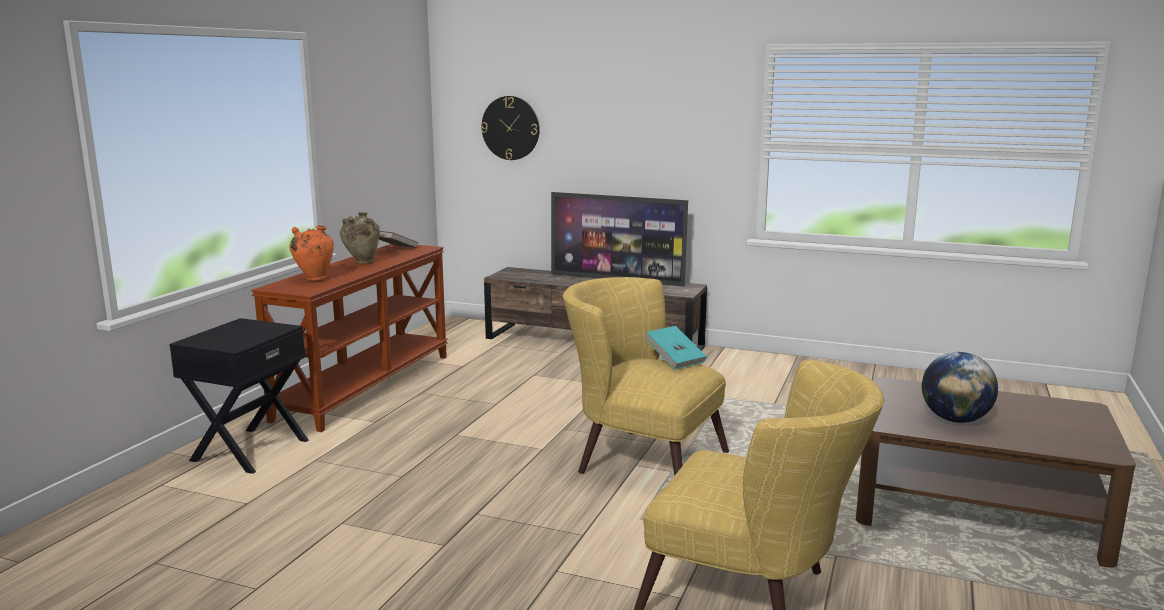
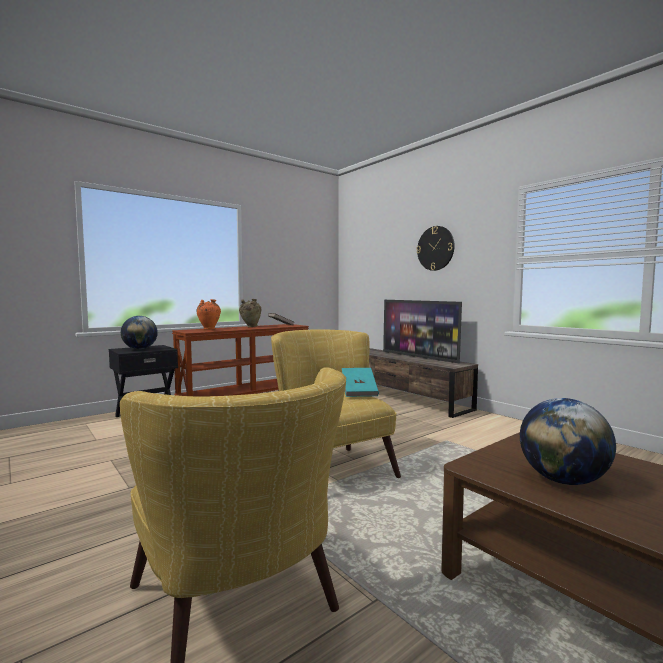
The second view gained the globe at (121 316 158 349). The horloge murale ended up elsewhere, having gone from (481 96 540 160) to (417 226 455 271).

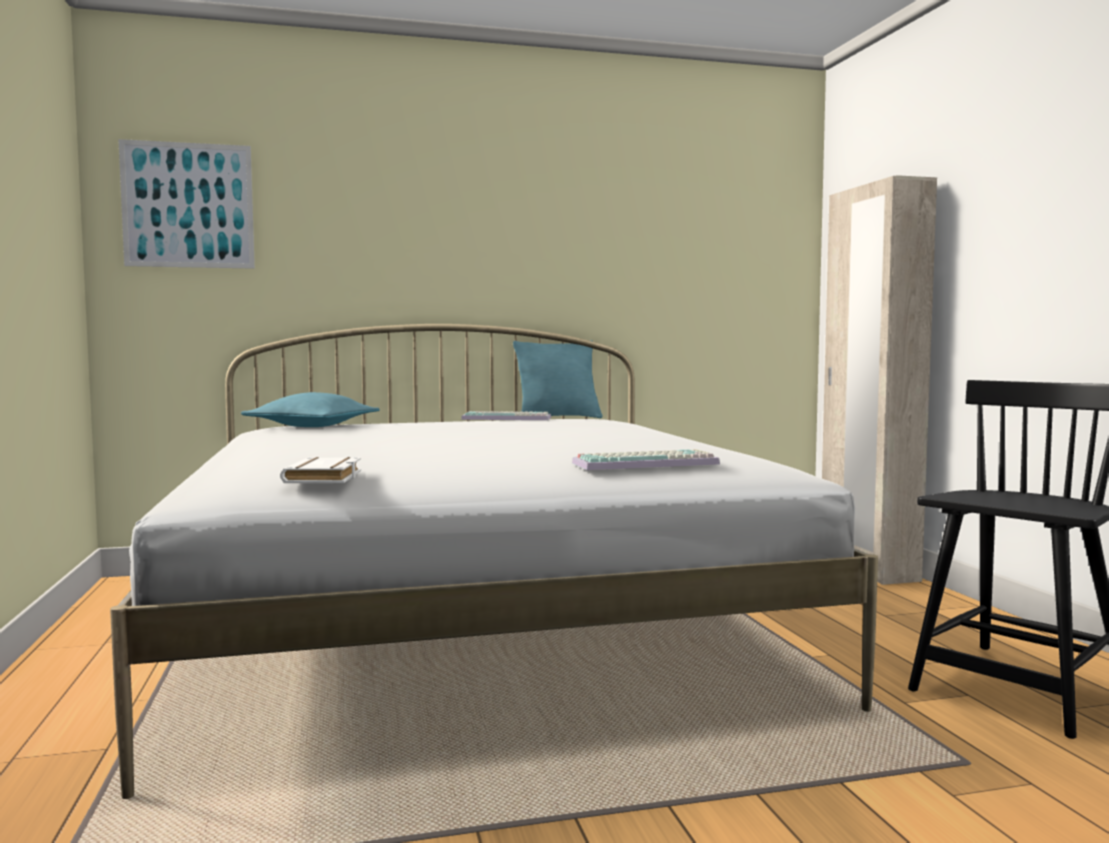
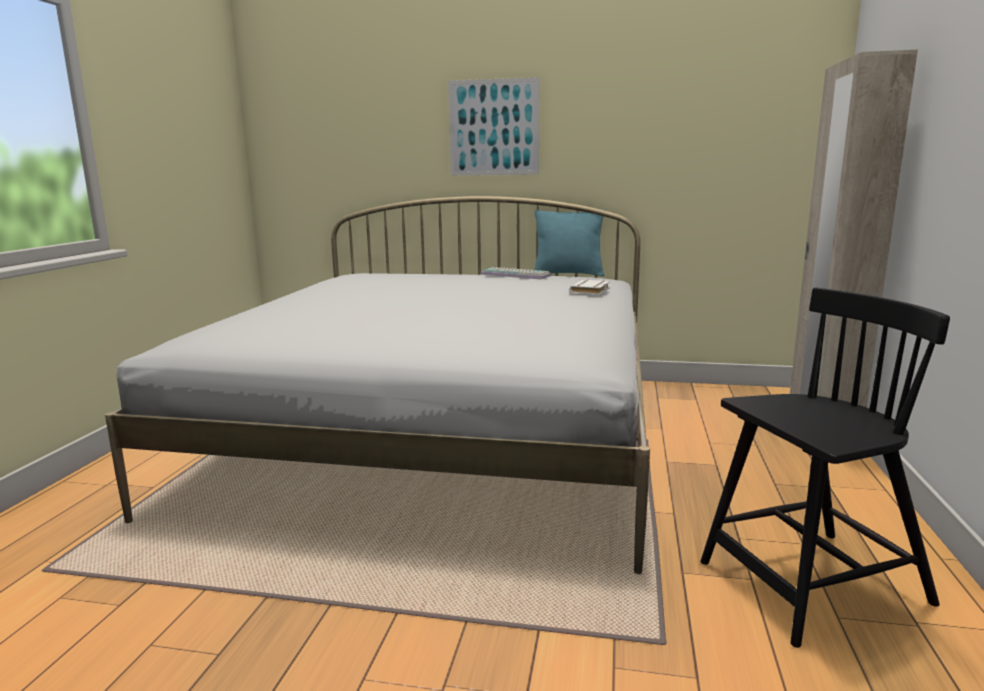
The second view lost the coussin [turquoise] at (241 392 380 427). The second view lost the clavier at (572 449 720 470). The tableau ended up elsewhere, having gone from (118 139 255 269) to (448 77 539 175). The livre [blanc] ended up elsewhere, having gone from (280 457 361 483) to (569 280 611 295).

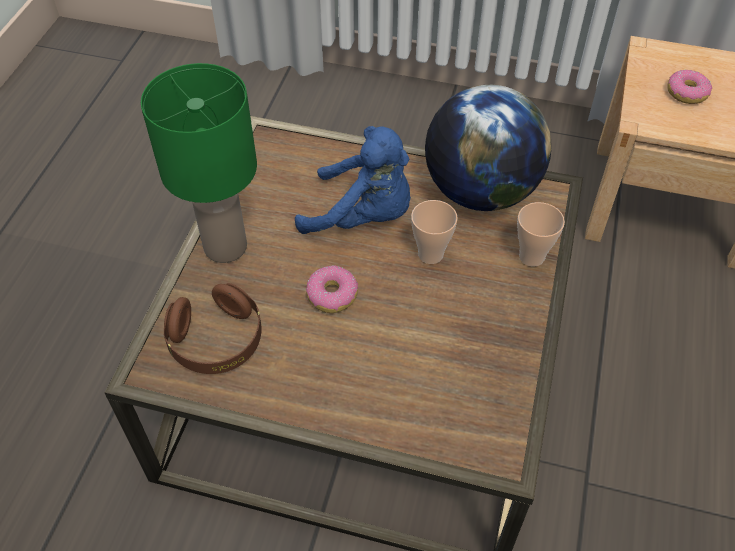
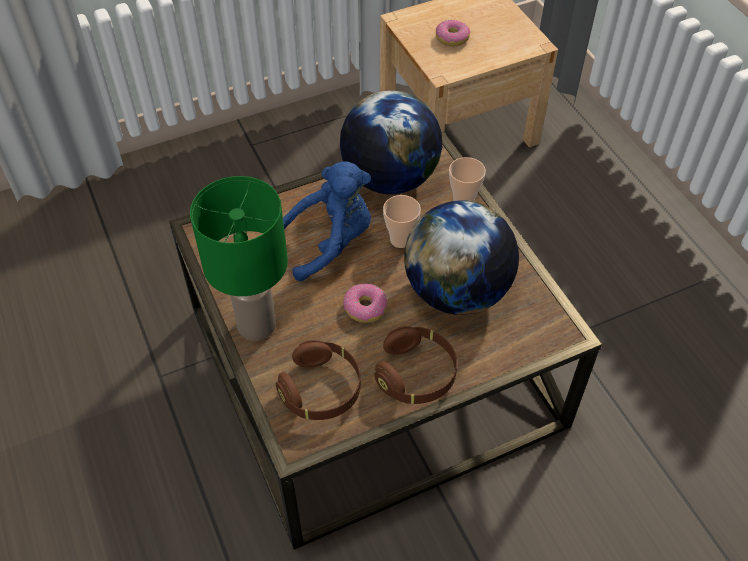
The second view gained the casque audio [marron] at (374 326 457 404). The second view gained the globe at (404 200 519 315).

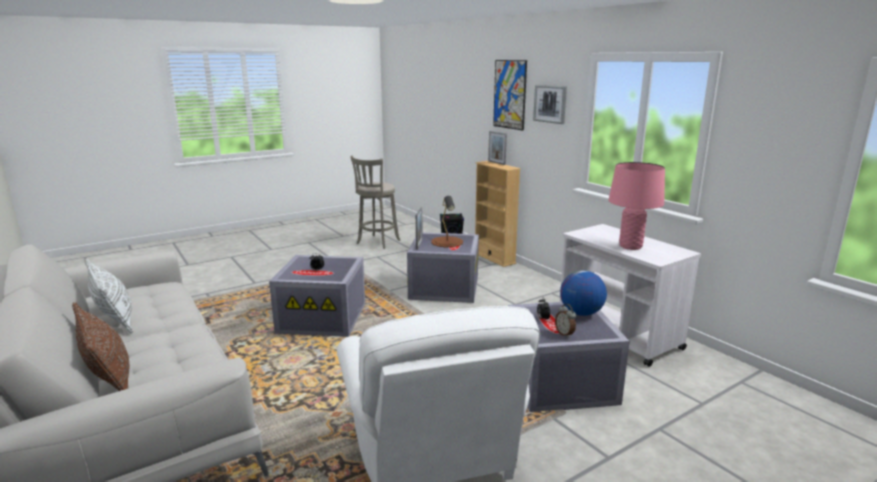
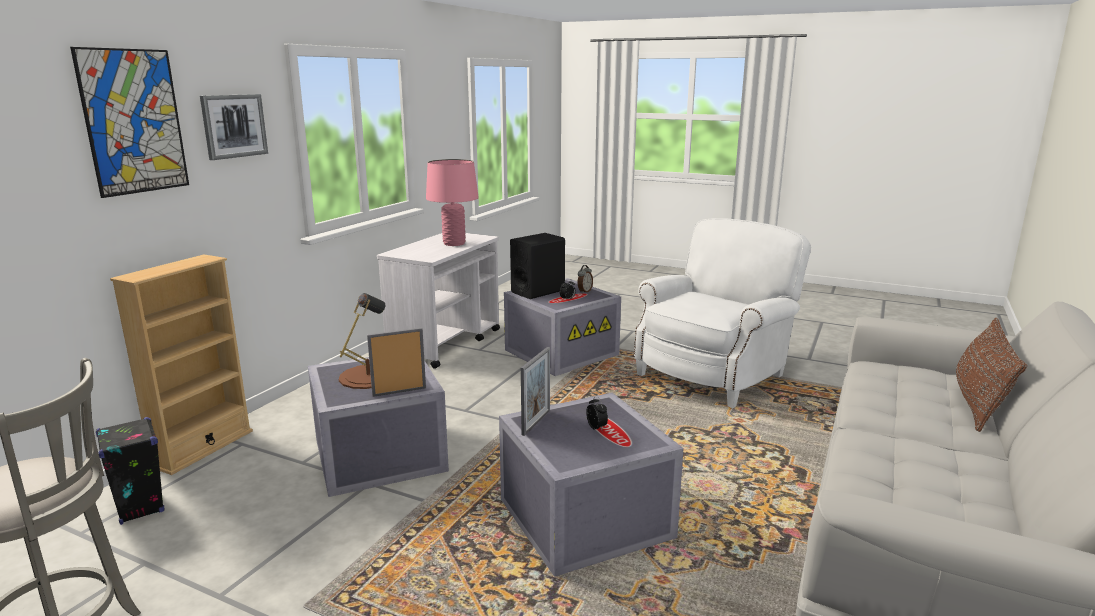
The second view lost the coussin [blanc] at (85 258 133 334). The cadre photo ended up elsewhere, having gone from (488 131 507 165) to (521 347 550 436). Where the globe stood at (560 270 607 316), the enceinte [noir] came to stand at (510 233 565 299).

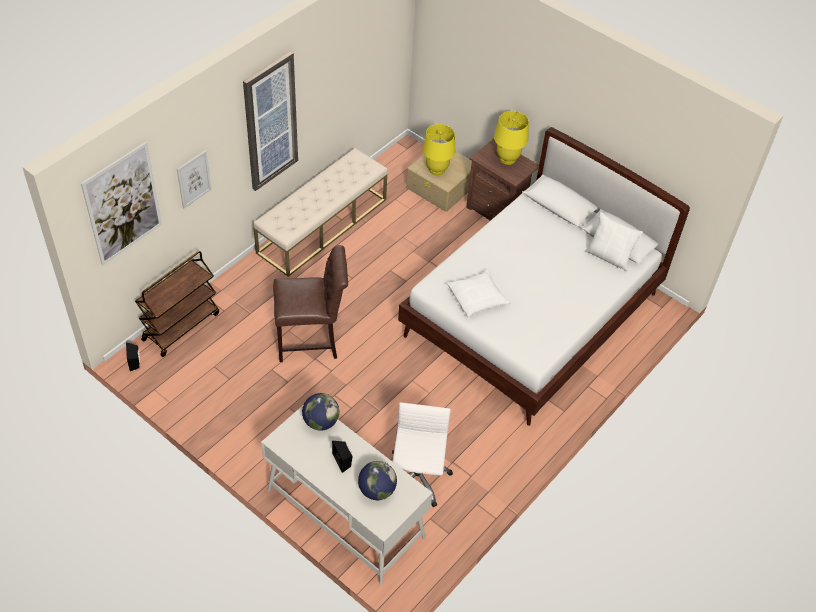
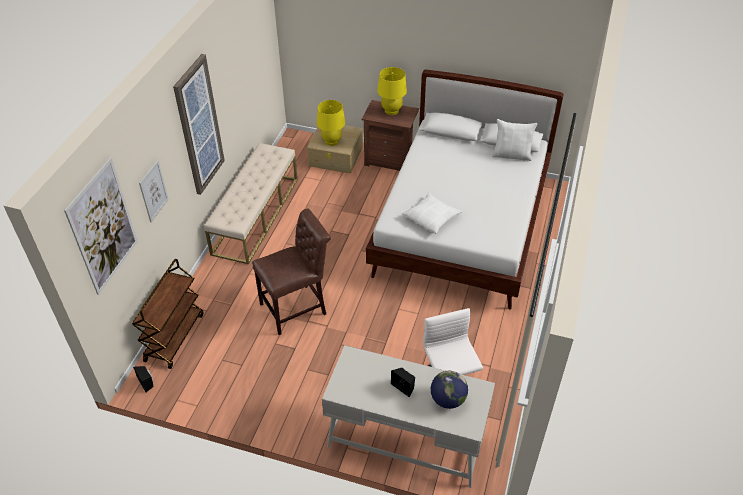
The second view lost the globe at (302 393 339 431).

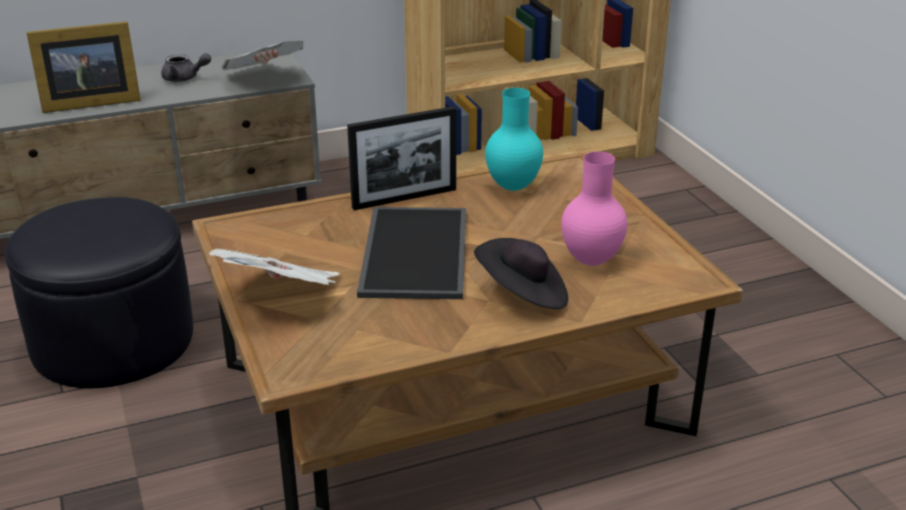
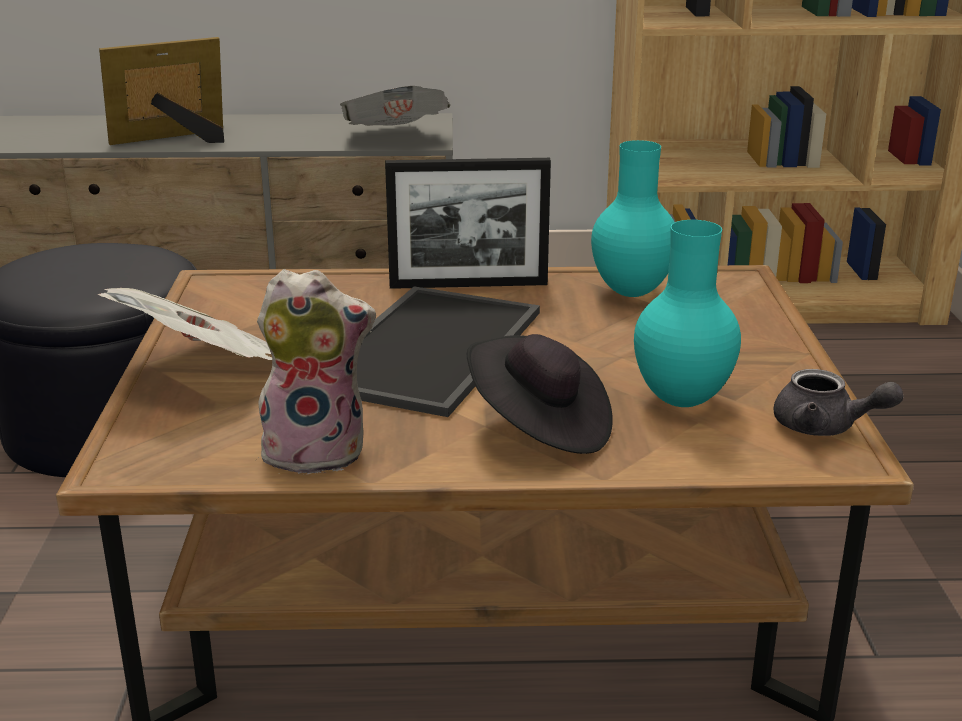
The second view gained the peluche at (257 269 376 475). The théière [gris] ended up elsewhere, having gone from (161 53 211 82) to (774 369 904 436). What was the vase [rose] at (561 151 627 266) turned into the vase [turquoise] at (634 220 741 407). The cadre photo at (26 21 141 113) ended up facing another way, 150 degrees clockwise from before.

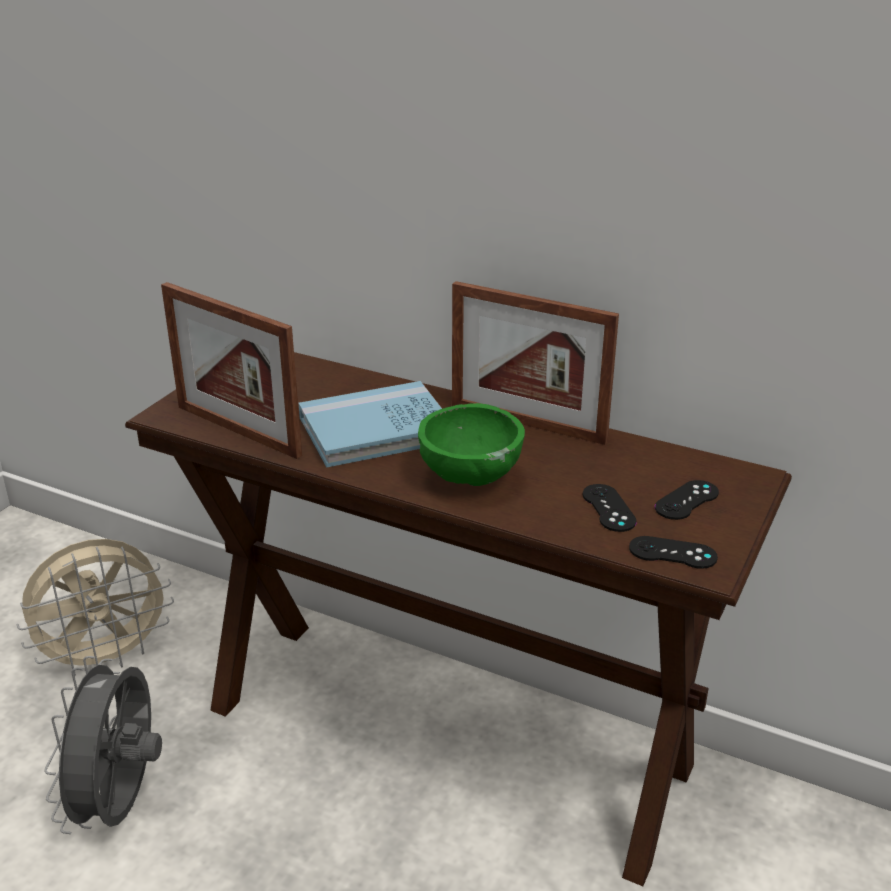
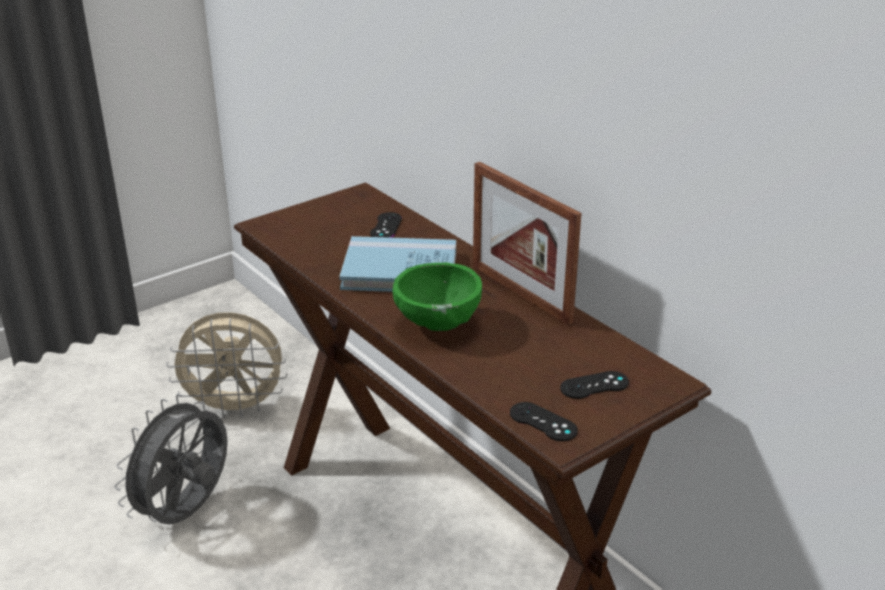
The second view lost the cadre photo at (161 282 302 459). The manette [noir] ended up elsewhere, having gone from (583 484 637 532) to (370 212 402 238).

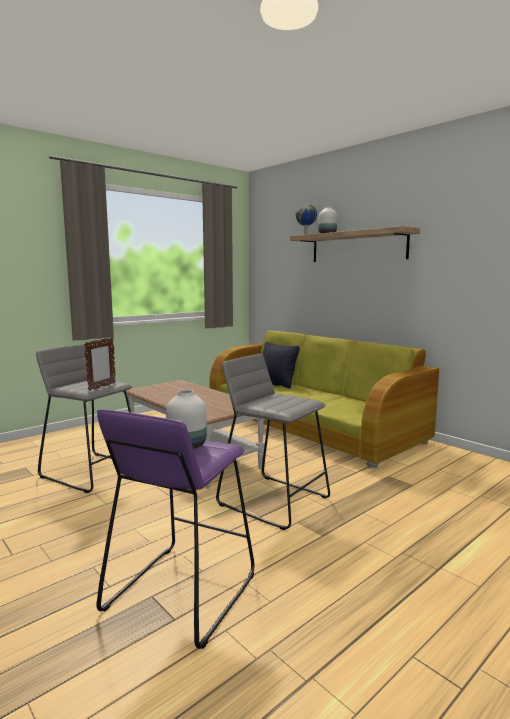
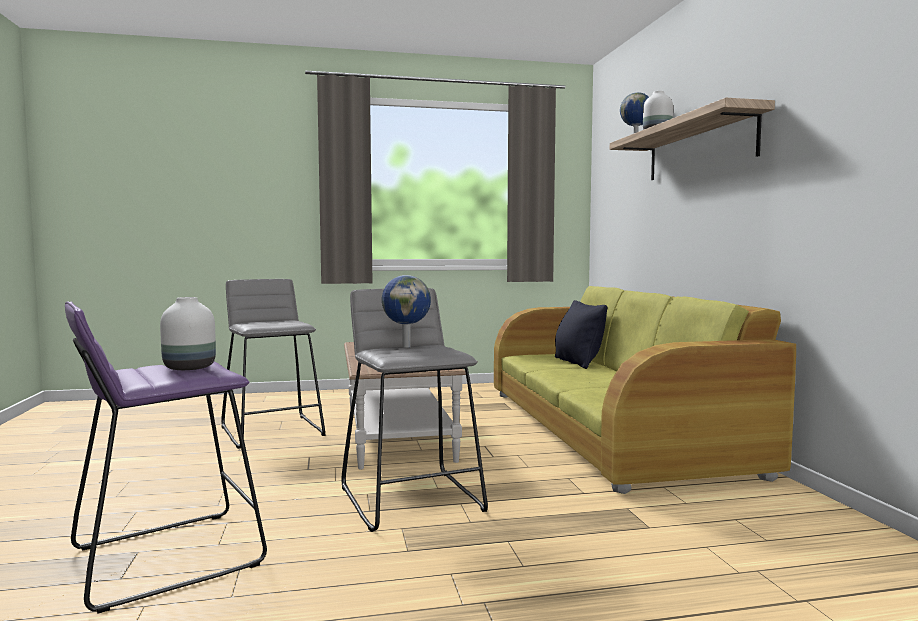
The second view lost the cadre photo at (84 337 116 391). The second view gained the globe at (382 275 431 348).

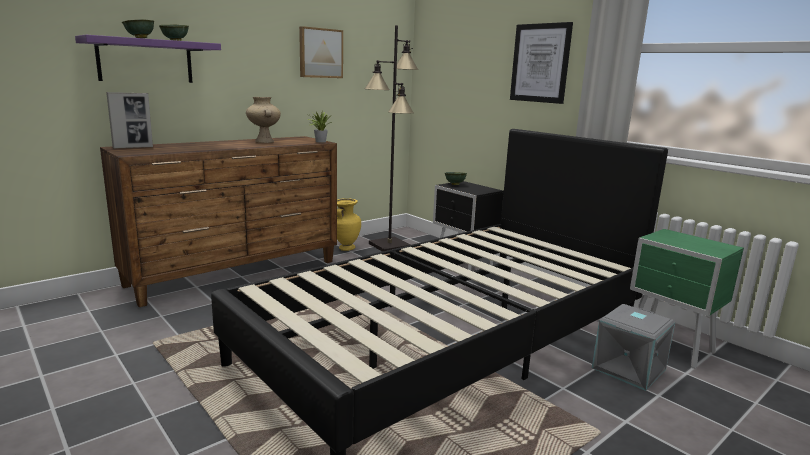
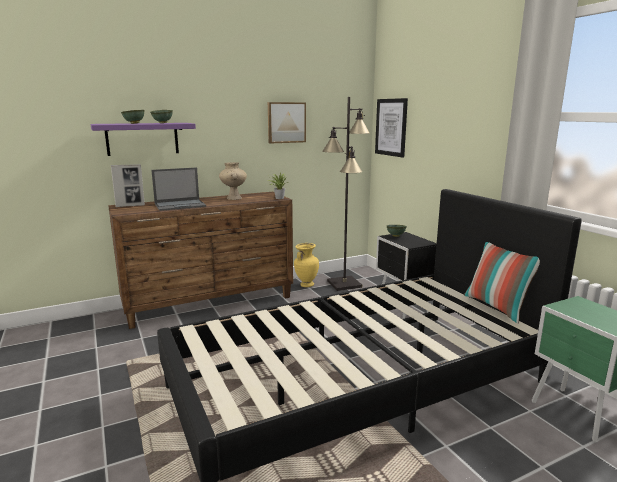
The second view lost the boîte de rangement [gris] at (592 304 675 391). The second view gained the ordinateur portable at (151 167 206 211). The second view gained the coussin at (464 242 540 324). The tableau ended up elsewhere, having gone from (510 22 573 104) to (375 98 408 157).

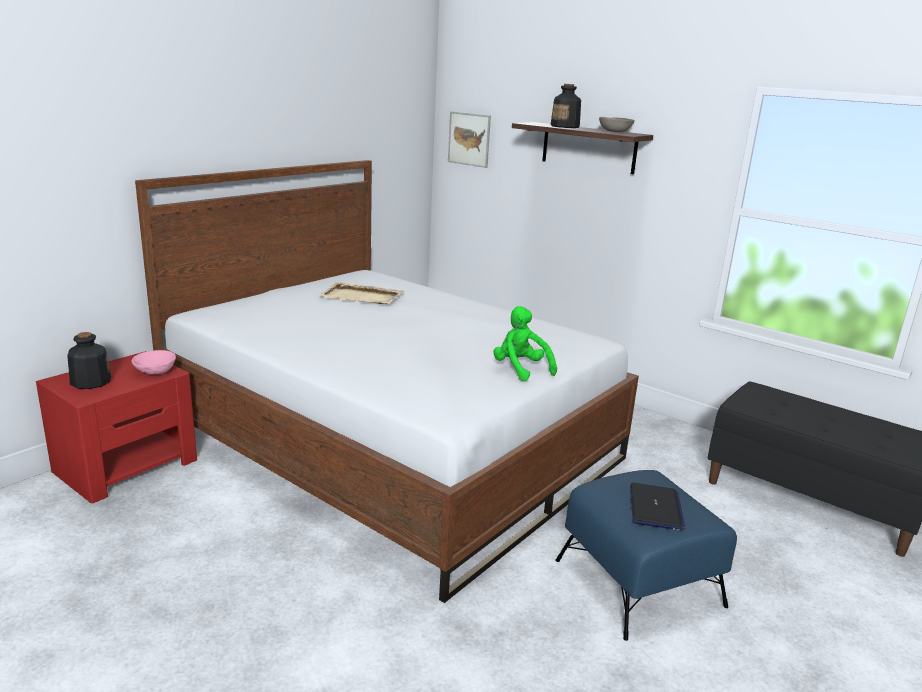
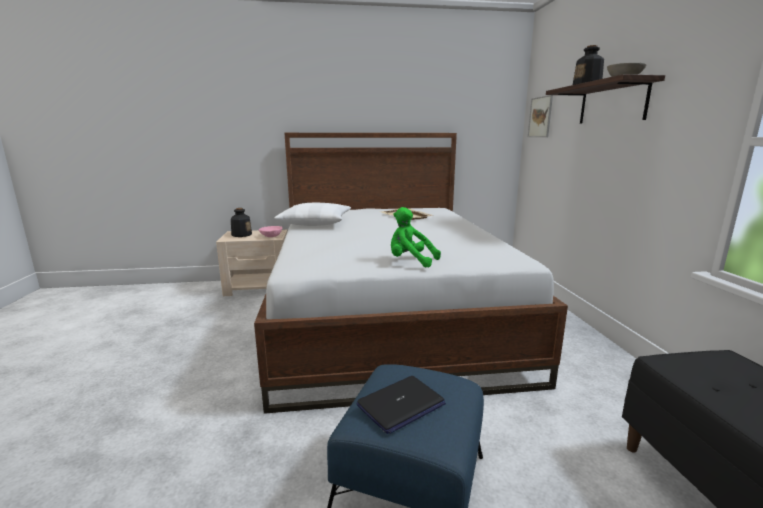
The second view gained the coussin [blanc] at (274 203 351 226). What was the table de chevet [rouge] at (36 351 197 503) turned into the table de chevet [beige] at (216 230 288 296). The peluche [vert] at (493 306 557 382) ended up facing another way, 75 degrees counterclockwise from before.

